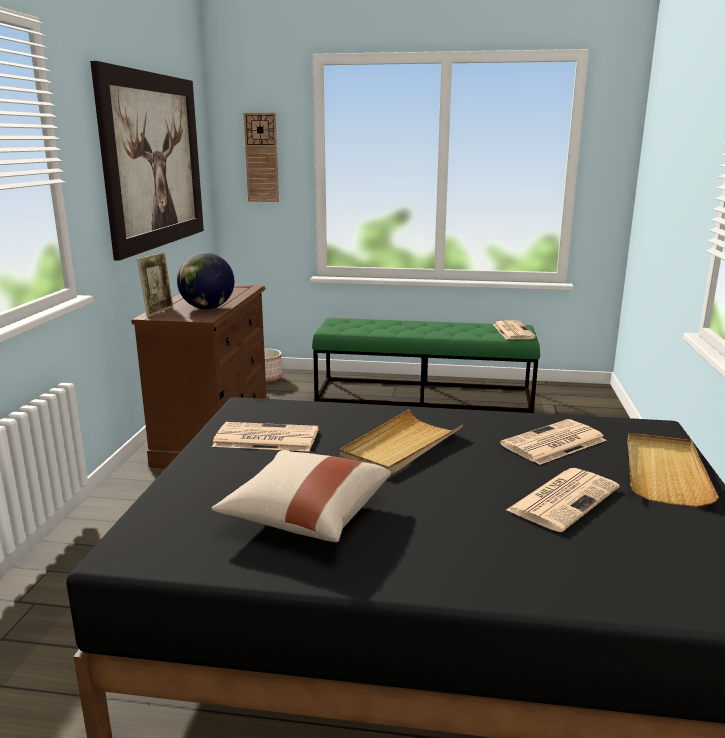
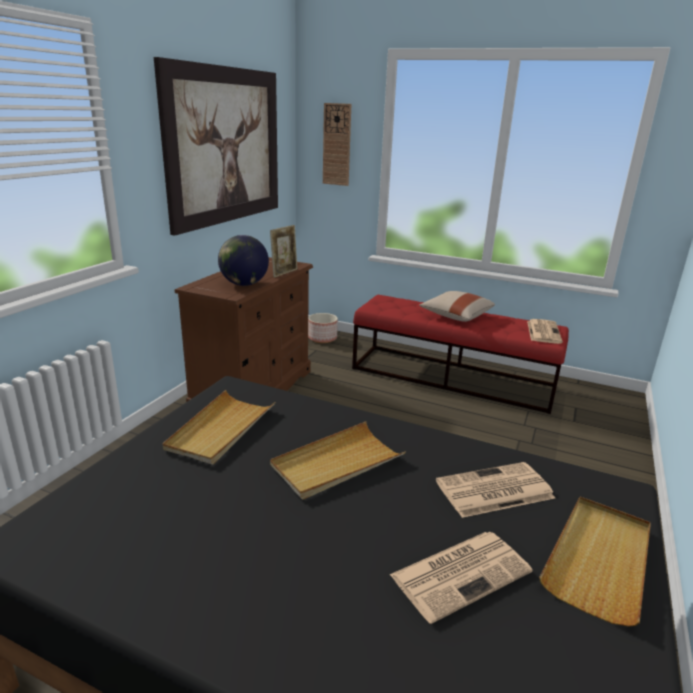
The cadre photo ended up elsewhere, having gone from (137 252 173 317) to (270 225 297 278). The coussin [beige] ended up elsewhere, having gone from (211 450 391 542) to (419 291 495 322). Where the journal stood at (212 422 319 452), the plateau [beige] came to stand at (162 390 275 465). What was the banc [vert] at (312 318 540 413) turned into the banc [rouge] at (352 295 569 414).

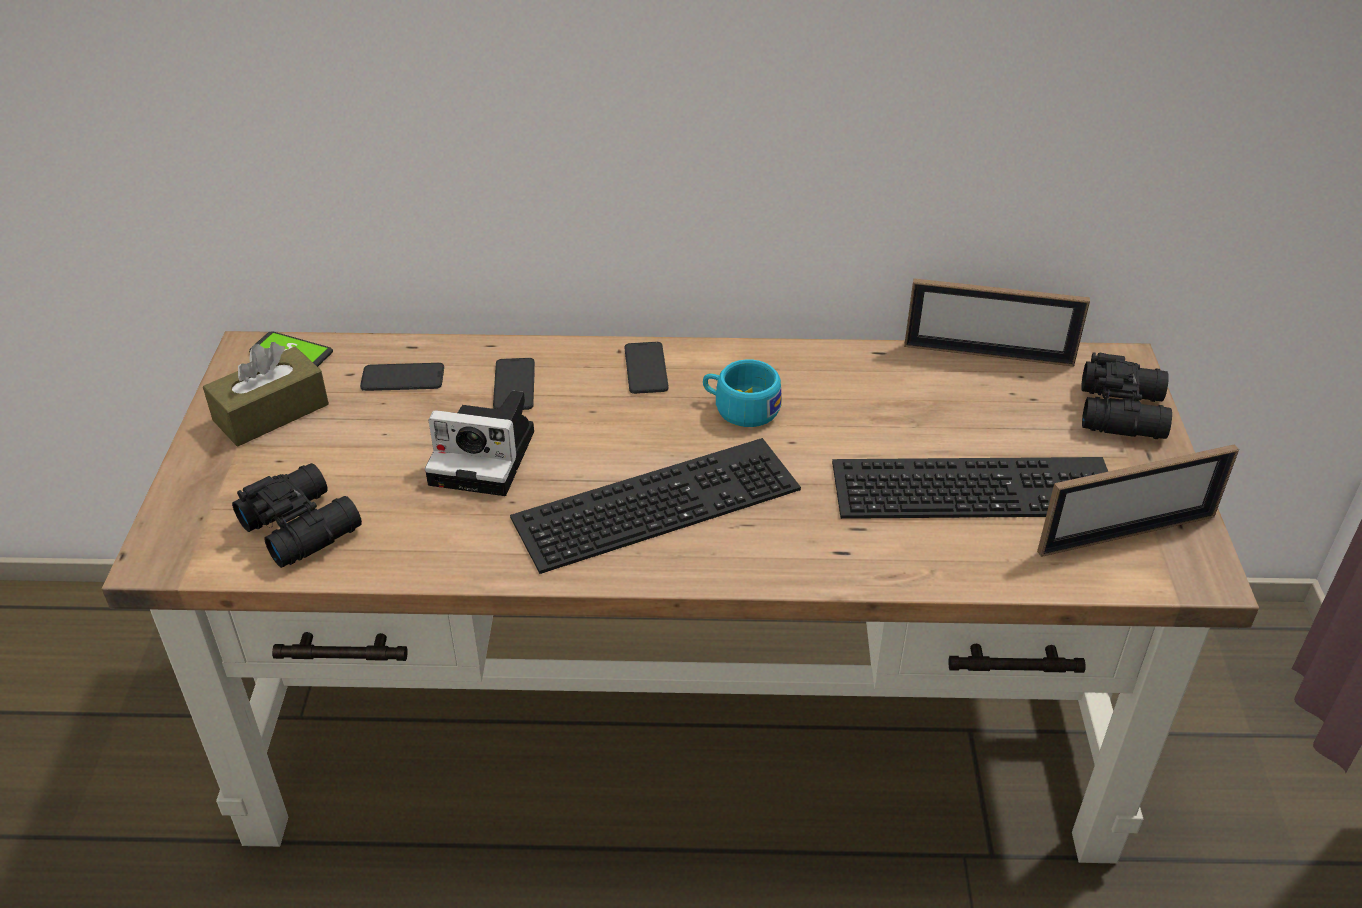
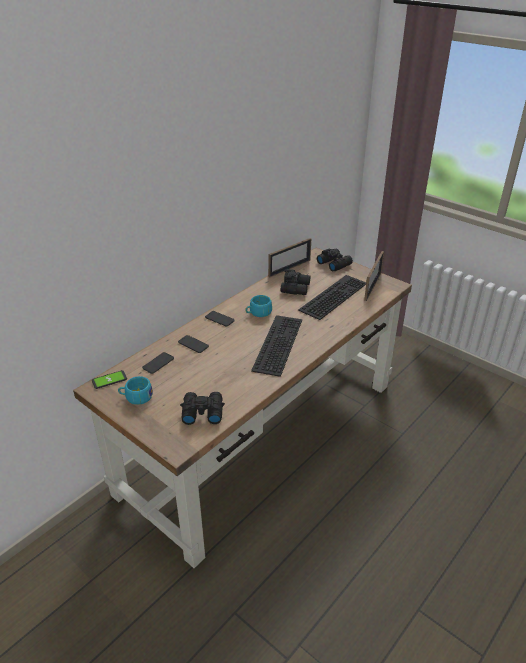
The second view lost the appareil photo at (425 391 534 496). The second view gained the jumelles [noir] at (281 269 311 295). Where the boîte à mouchoirs [marron] stood at (203 342 329 446), the tasse [turquoise] came to stand at (118 376 153 405).

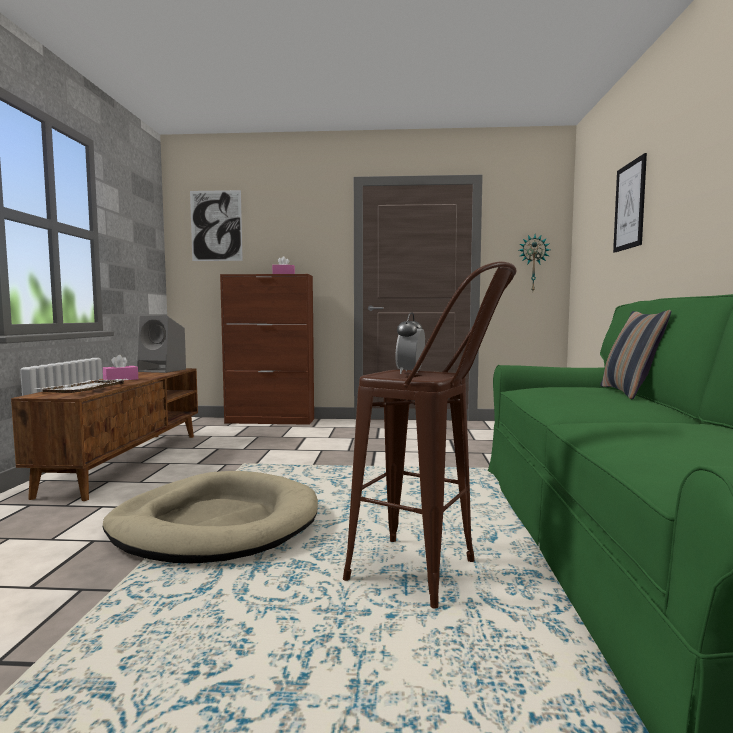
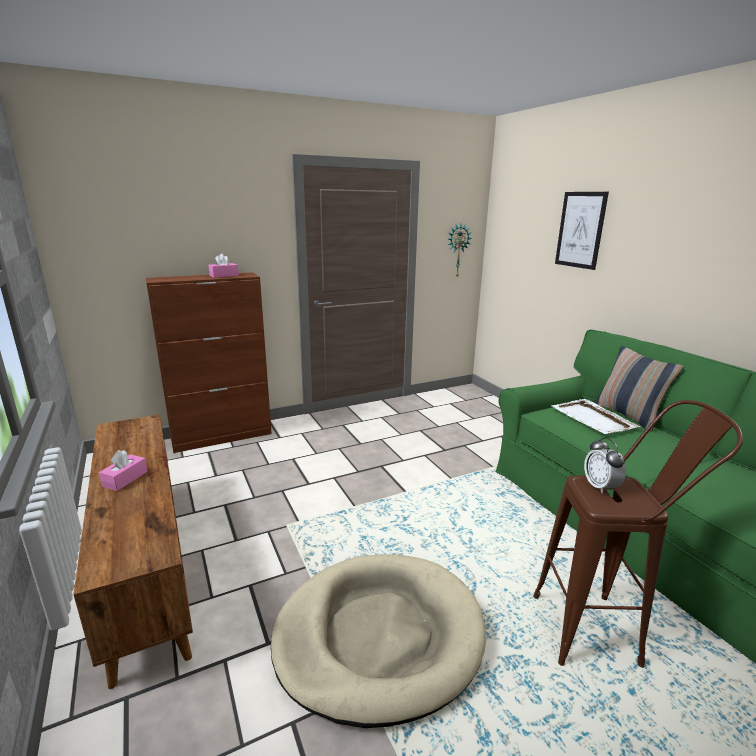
The second view lost the enceinte [gris] at (137 316 186 373). The second view lost the tableau at (190 190 243 261). The plateau [blanc] ended up elsewhere, having gone from (33 379 129 393) to (551 399 640 434).

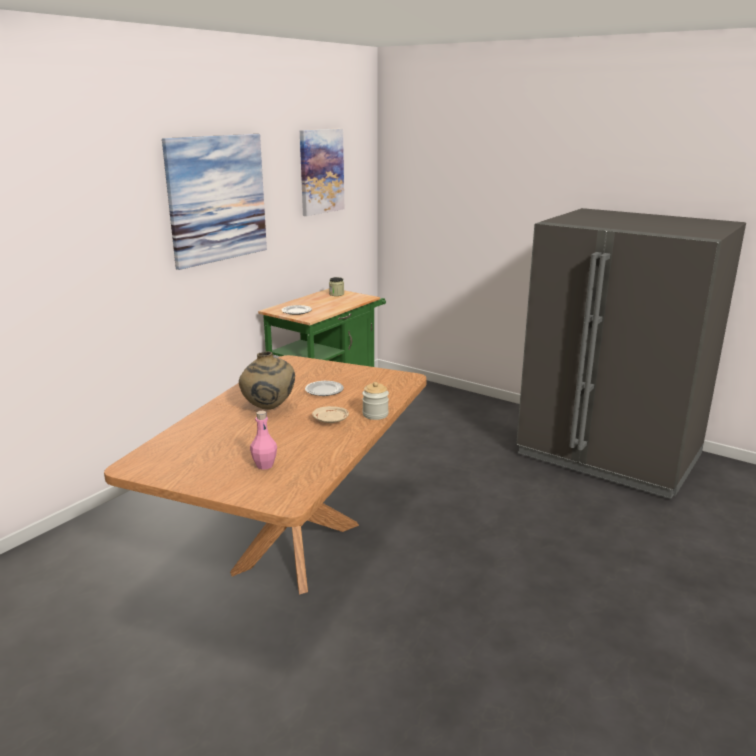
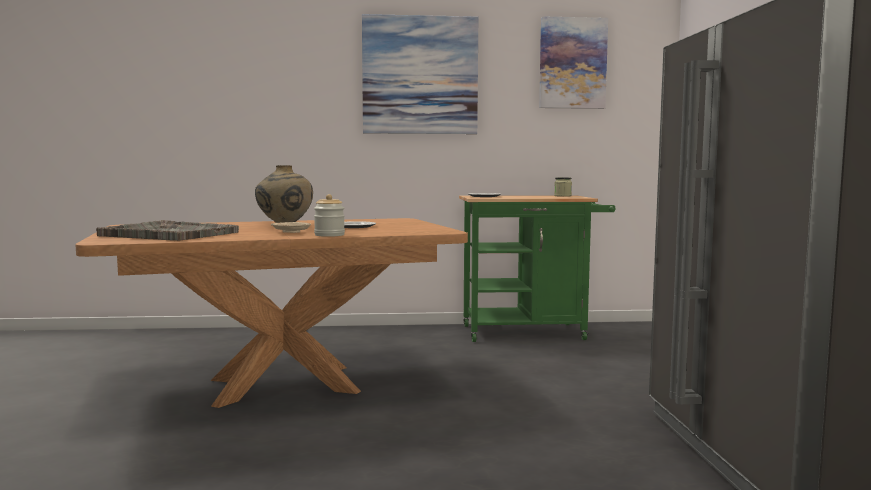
Where the bouteille [rose] stood at (250 411 277 470), the plateau [gris] came to stand at (96 220 239 241).

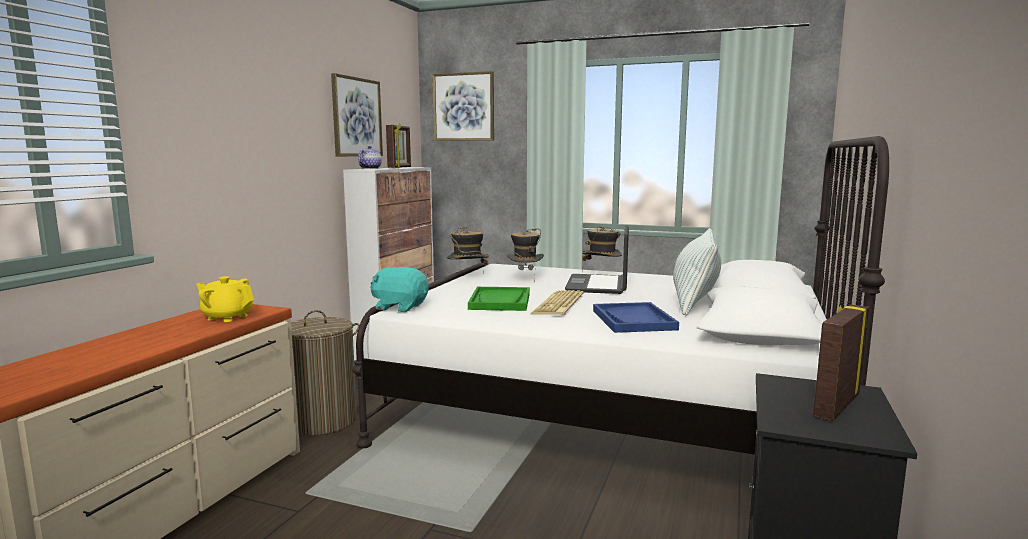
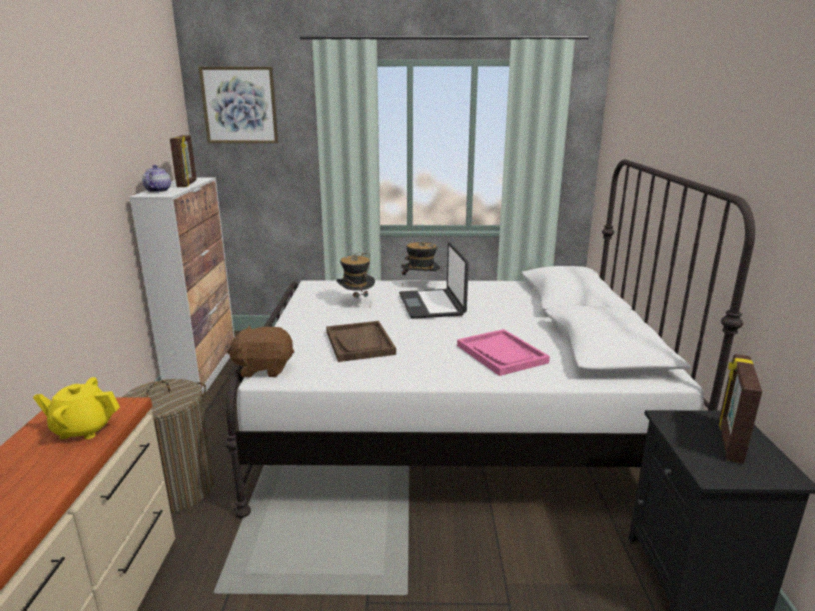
The second view lost the tableau at (331 73 383 156). The second view lost the chapeau at (447 226 489 273). The second view lost the clavier at (530 290 584 315). The second view lost the coussin at (673 228 721 316). What was the peluche [turquoise] at (370 267 429 312) turned into the peluche [marron] at (227 326 294 377). What was the plateau [vert] at (468 287 530 311) turned into the plateau [marron] at (326 321 396 362). What was the plateau [bleu] at (593 302 679 333) turned into the plateau [rose] at (457 329 550 376).

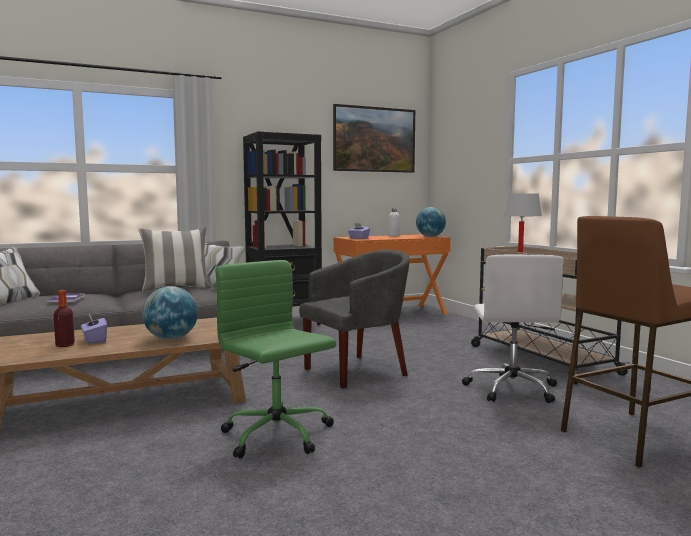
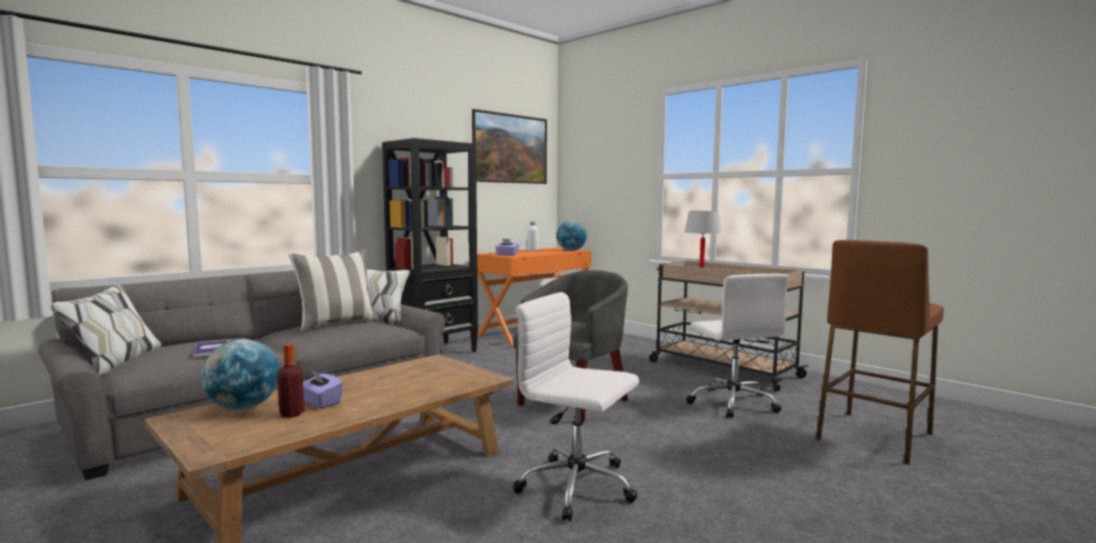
The globe ended up elsewhere, having gone from (142 286 198 340) to (201 339 280 410). What was the chaise de bureau [vert] at (215 260 336 459) turned into the chaise de bureau [blanc] at (513 292 639 521).

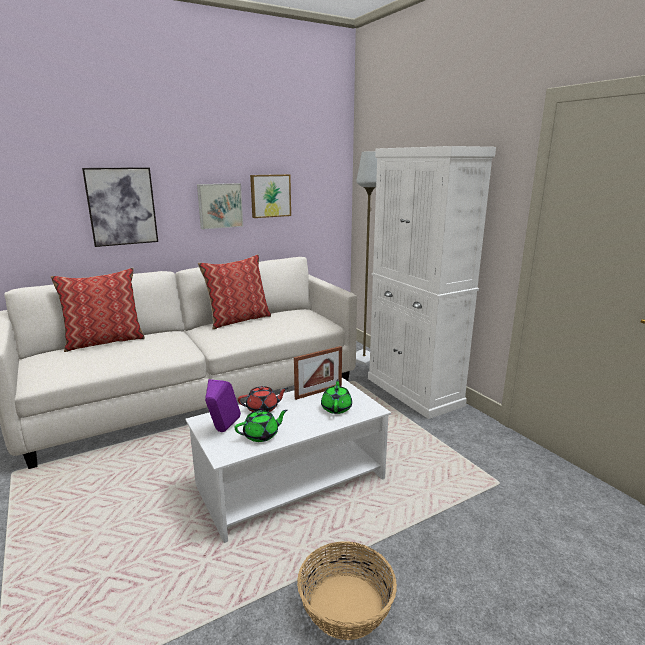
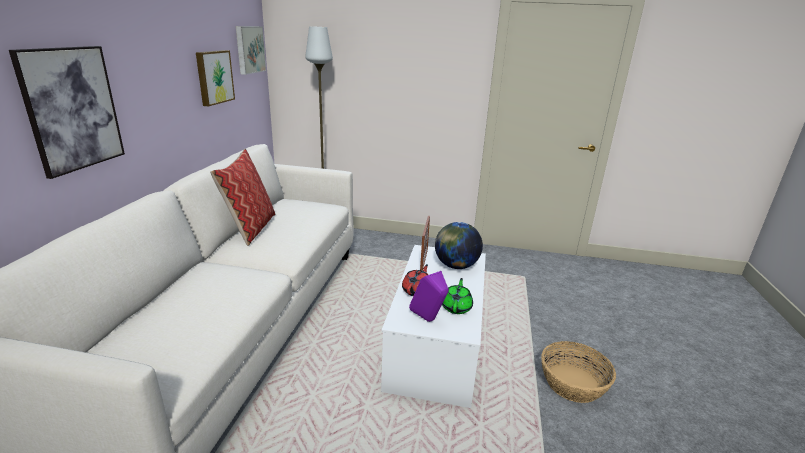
The second view lost the coussin at (51 268 145 352). The second view lost the meuble de rangement [blanc] at (368 146 496 419). The tableau ended up elsewhere, having gone from (197 183 243 229) to (236 26 266 75). Where the théière [vert] stood at (321 379 352 414), the globe came to stand at (435 222 483 269).

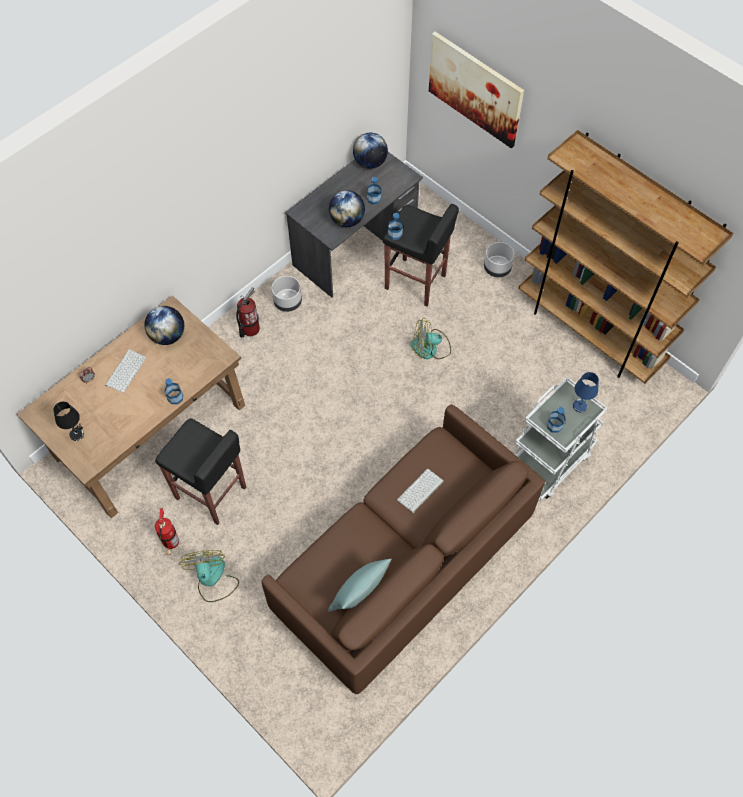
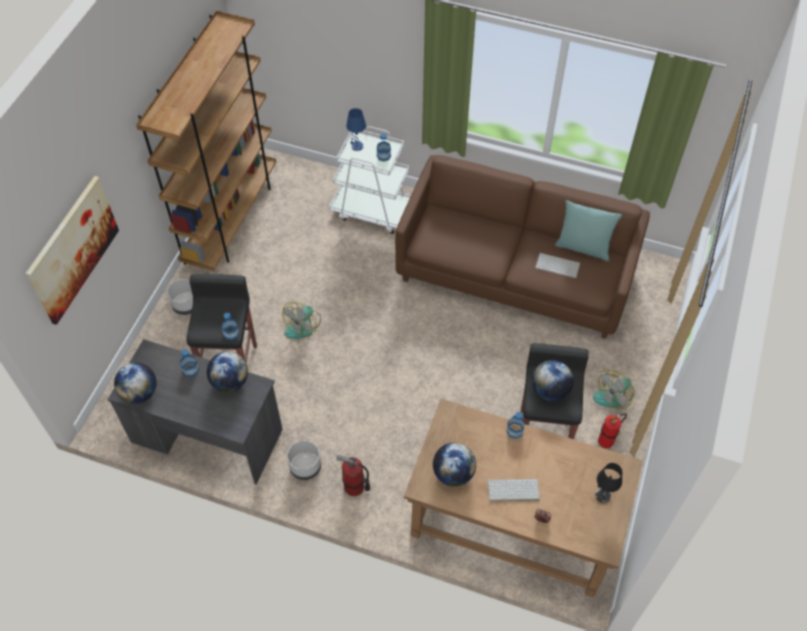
The second view gained the globe at (532 360 574 401). The clavier ended up elsewhere, having gone from (397 469 444 513) to (535 253 580 278). The ventilateur at (411 318 451 359) ended up facing another way, 60 degrees clockwise from before.

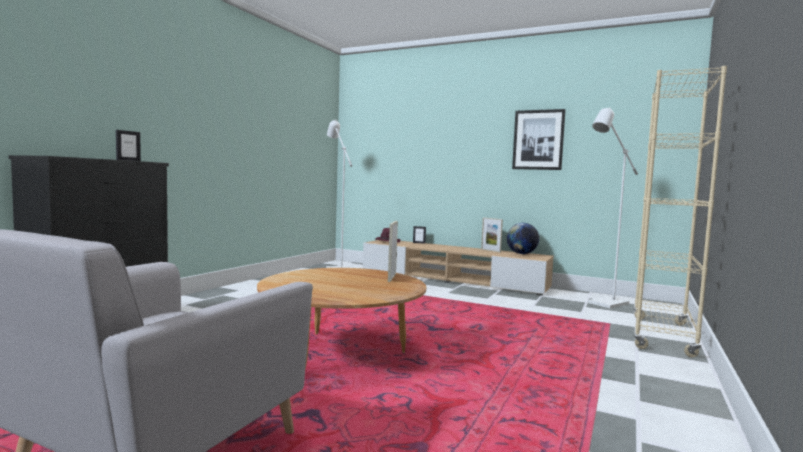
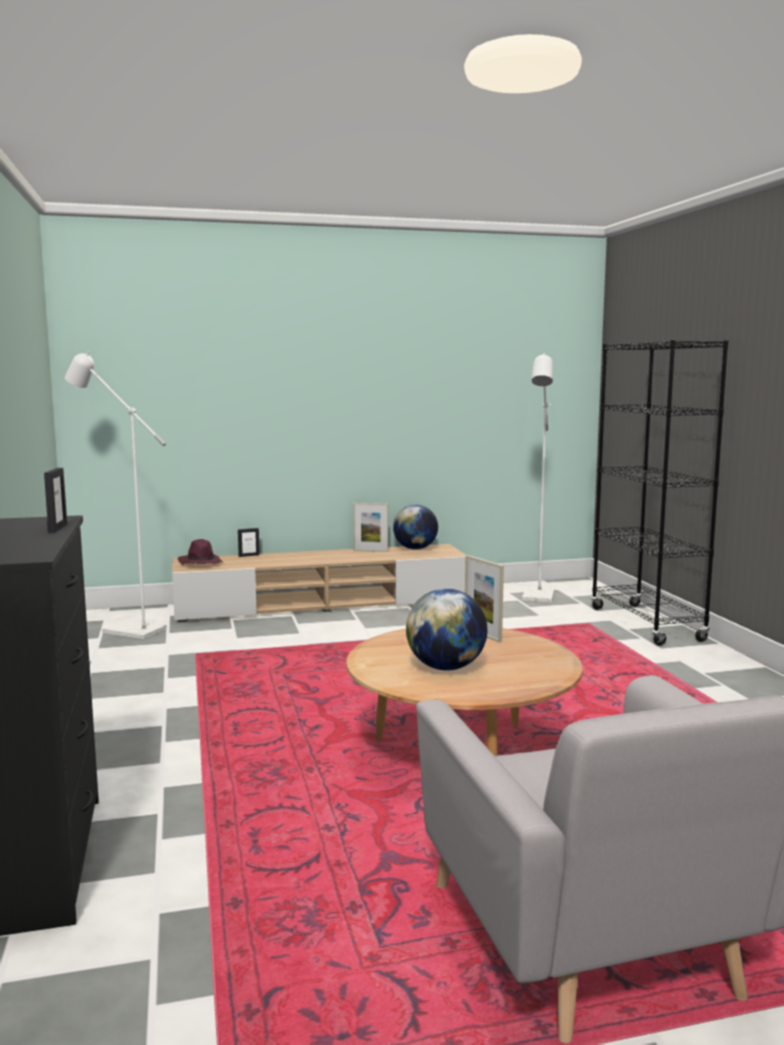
The second view lost the tableau at (512 109 566 170). The second view gained the globe at (406 588 487 670). What was the bibliothèque [beige] at (633 66 727 357) turned into the bibliothèque [noir] at (591 340 729 646).

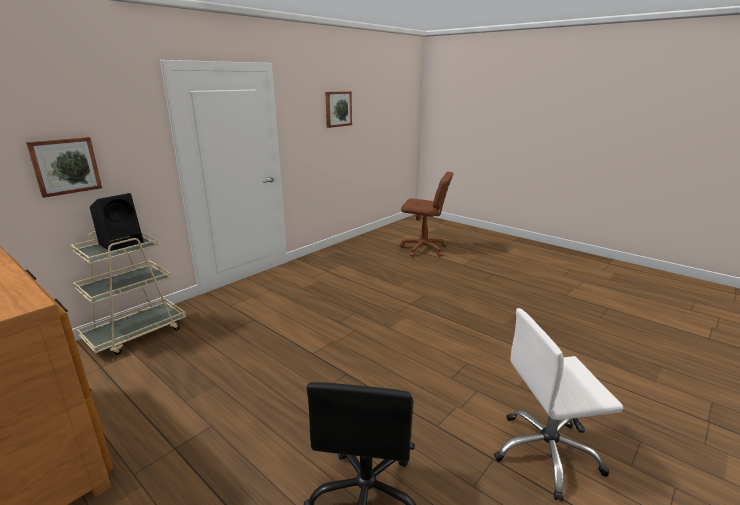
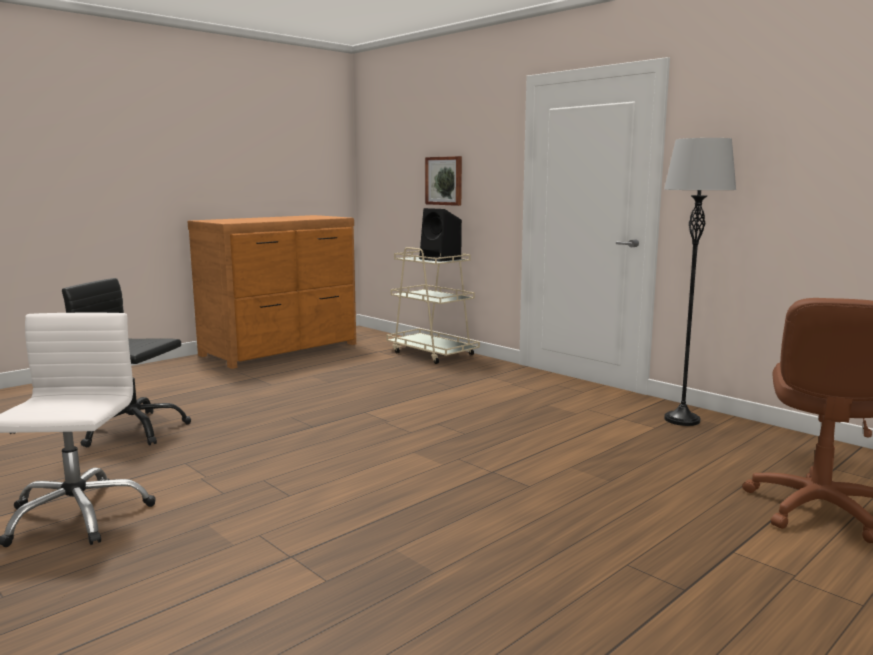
The second view lost the tableau at (325 91 352 128). The second view gained the lampadaire [gris] at (664 138 736 426).

